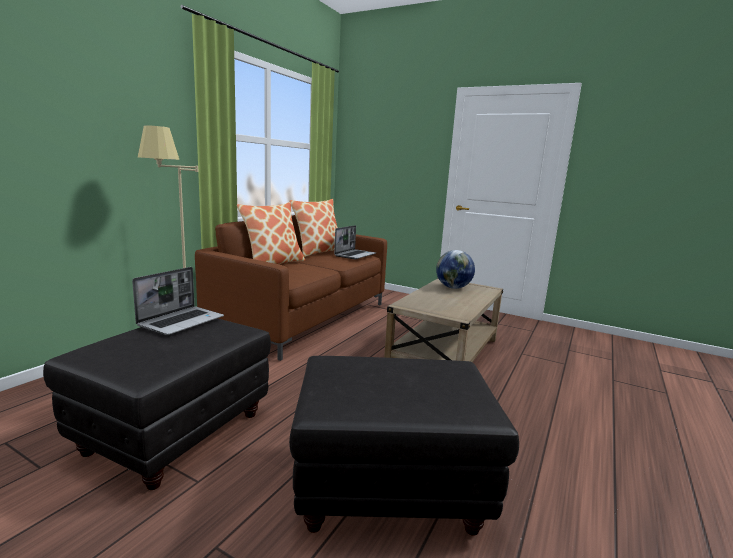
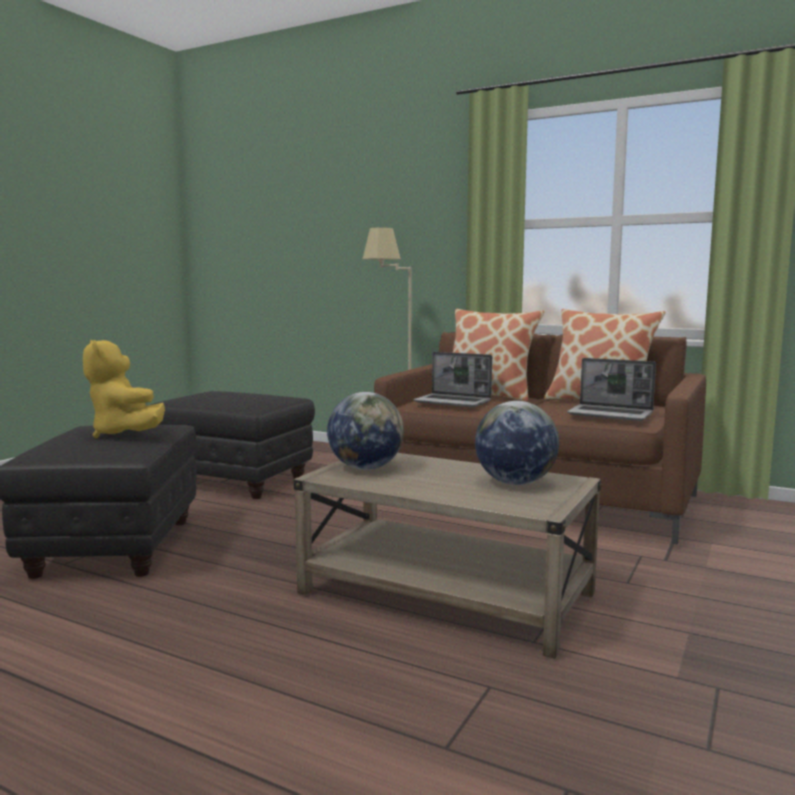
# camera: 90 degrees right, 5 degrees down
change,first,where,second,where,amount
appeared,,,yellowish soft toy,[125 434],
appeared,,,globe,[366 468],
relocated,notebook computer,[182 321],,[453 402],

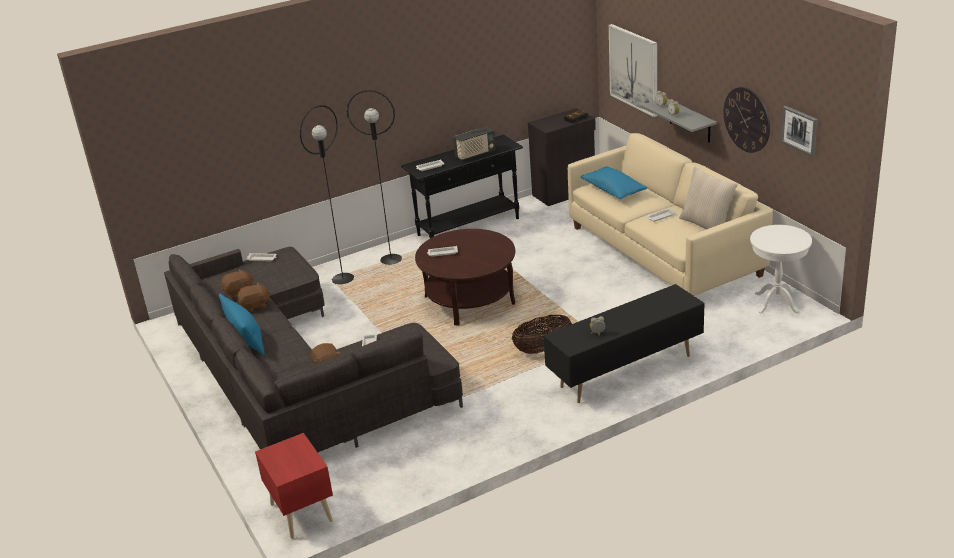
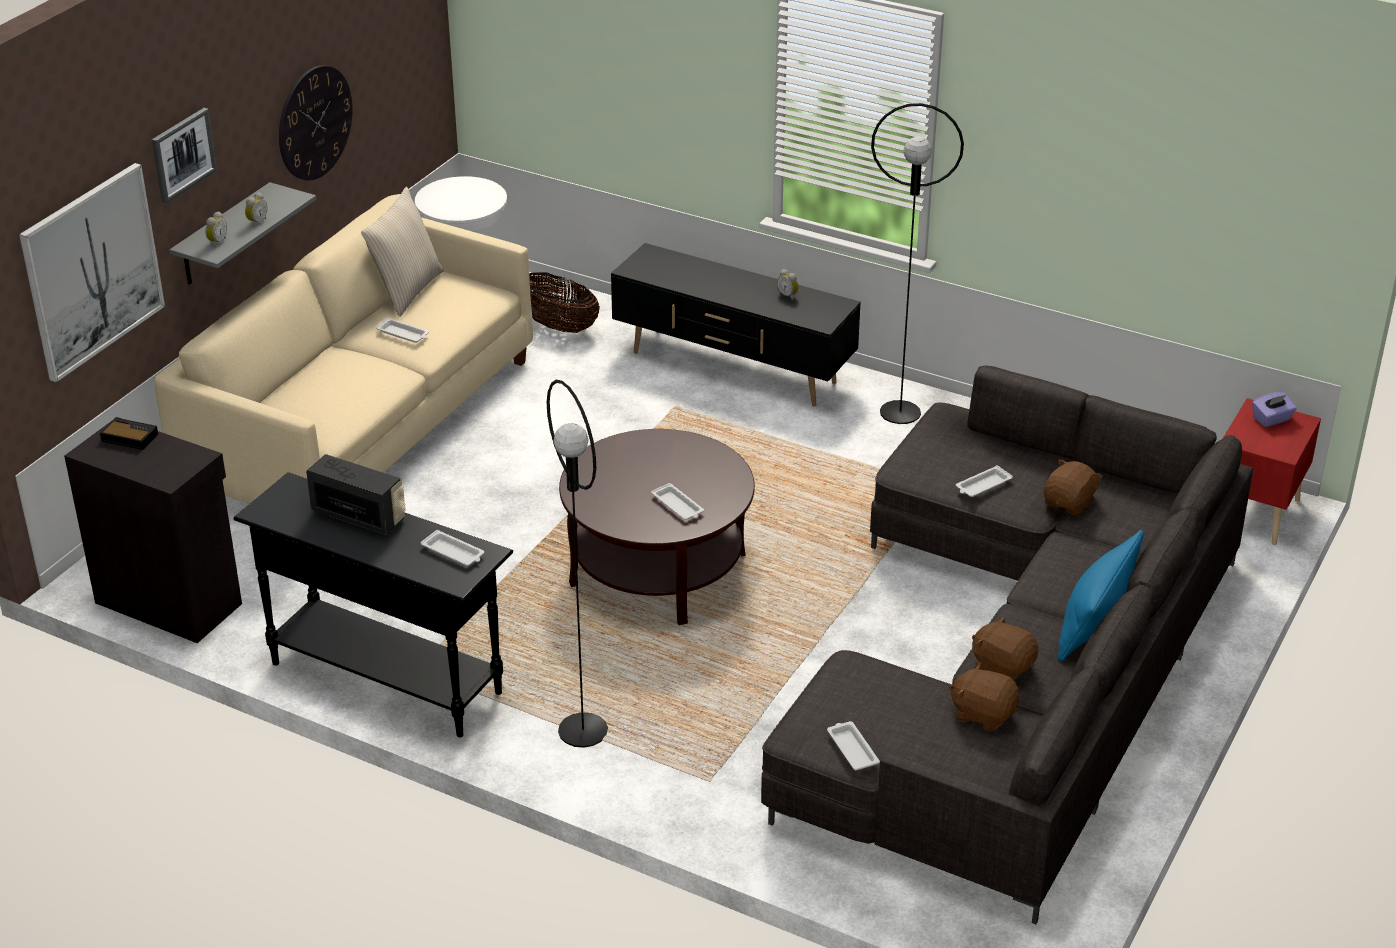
# camera: 125 degrees left, 5 degrees up
change,first,where,second,where,amount
relocated,wall art,[800 130],,[182 154],
relocated,basket,[543 349],,[558 326],
relocated,black-coloured floor lamp,[343 279],,[899 412],
appeared,,,purplish tissue holder,[1272 419],
missing,blue-coloured pillow,[613 191],,,

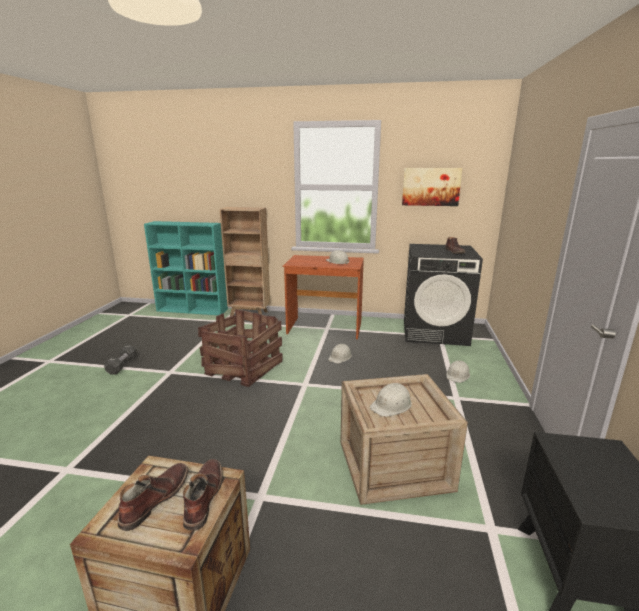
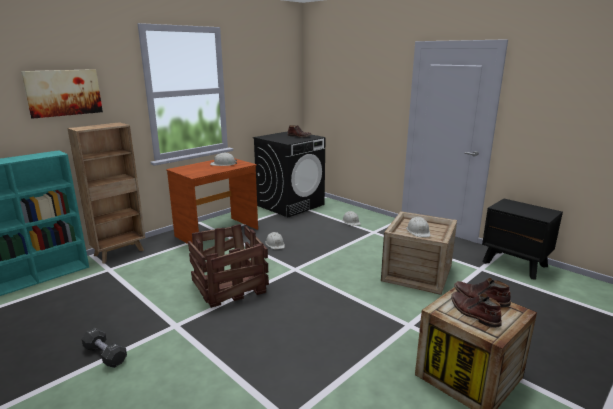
# camera: 55 degrees left, 0 degrees up
change,first,where,second,where,amount
relocated,wall art,[431 186],,[63 92],

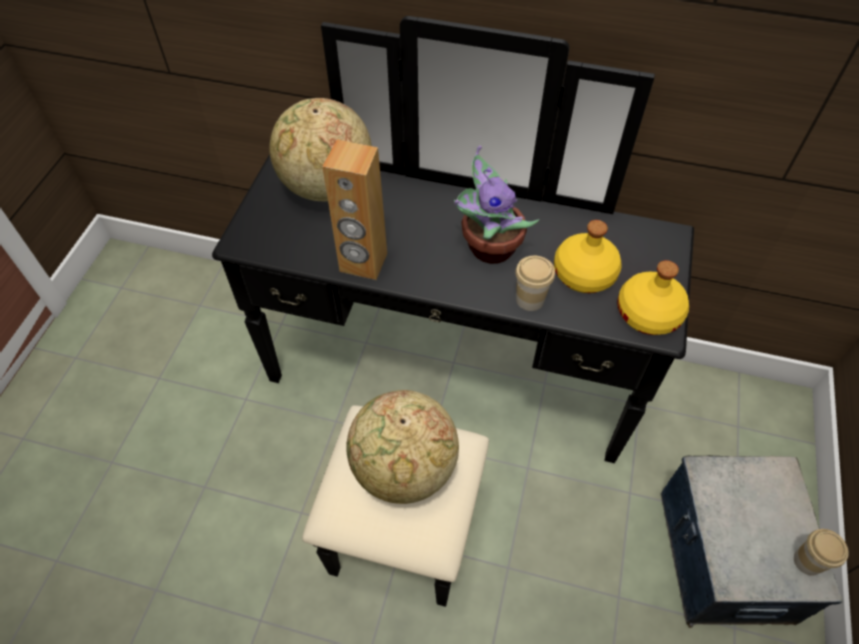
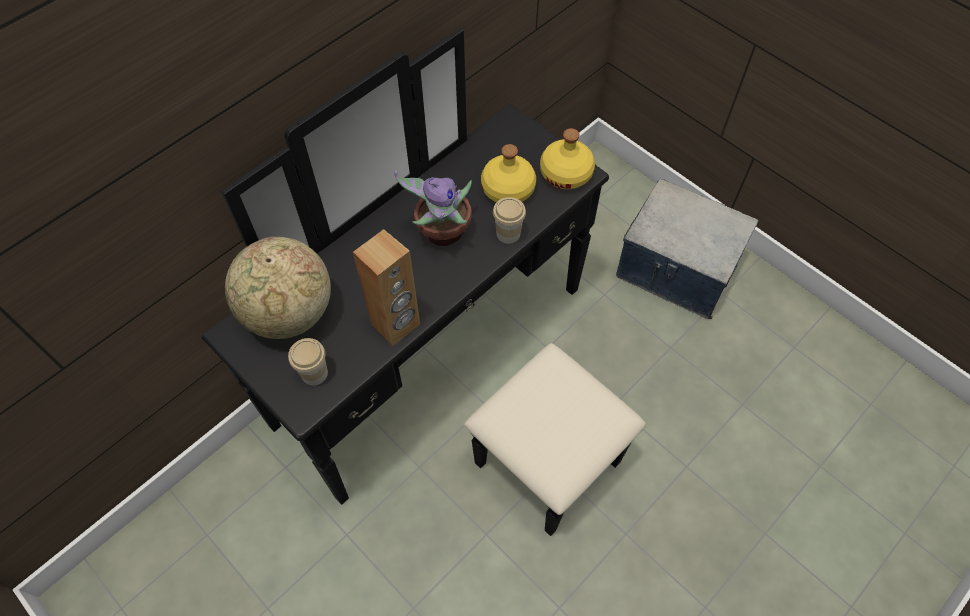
# camera: 60 degrees left, 5 degrees up
change,first,where,second,where,amount
relocated,small cup,[807 561],,[314 373],
missing,globe,[403 469],,,

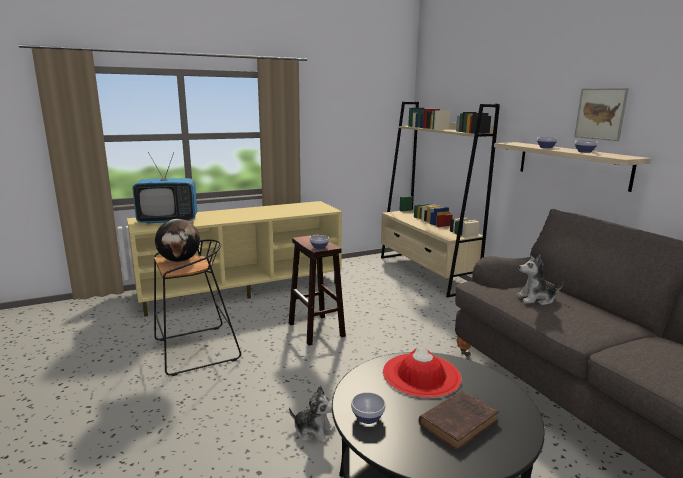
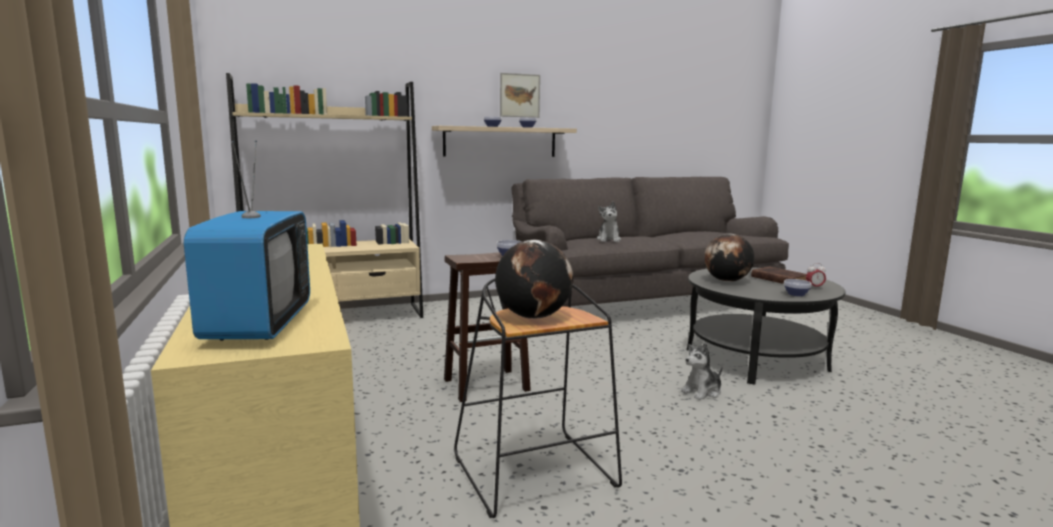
# camera: 85 degrees left, 5 degrees down
change,first,where,second,where,amount
spun,soft toy,[314 431],,[702 392],150 degrees counterclockwise
exchanged,red-coloured wearable hat,[421 375],globe,[727 281],
appeared,,,alarm clock,[814 287],

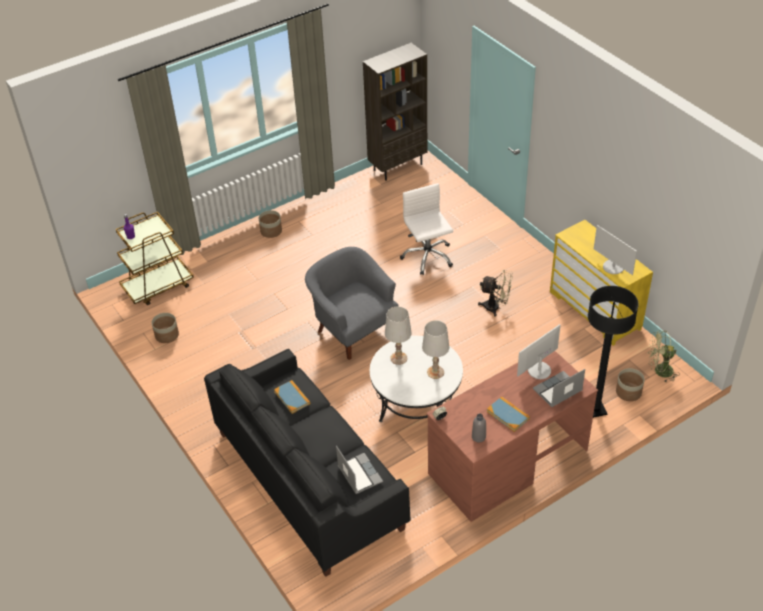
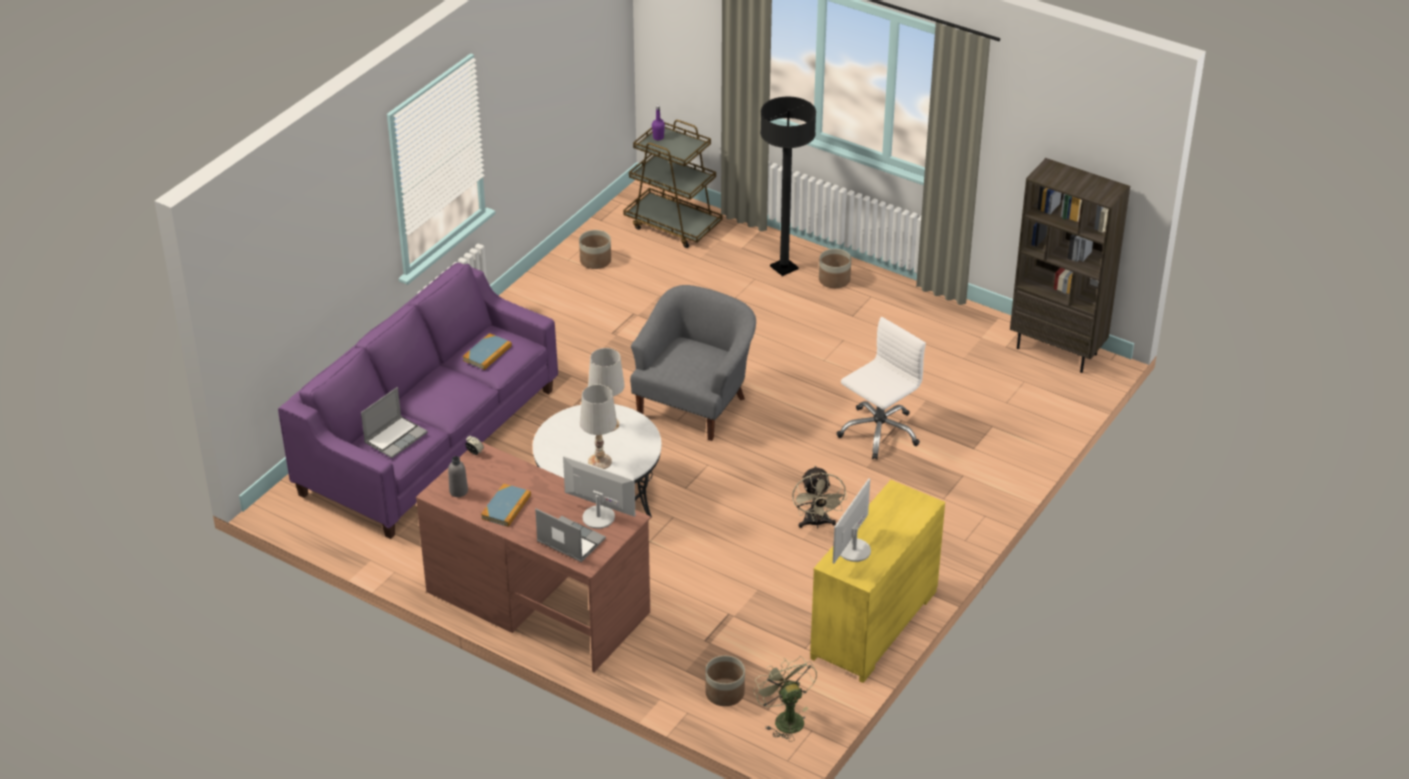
# camera: 65 degrees right, 5 degrees down
change,first,where,second,where,amount
colour,black-coloured settee,[309 479],purplish settee,[429 441],
relocated,black-coloured floor lamp,[596 410],,[784 268],

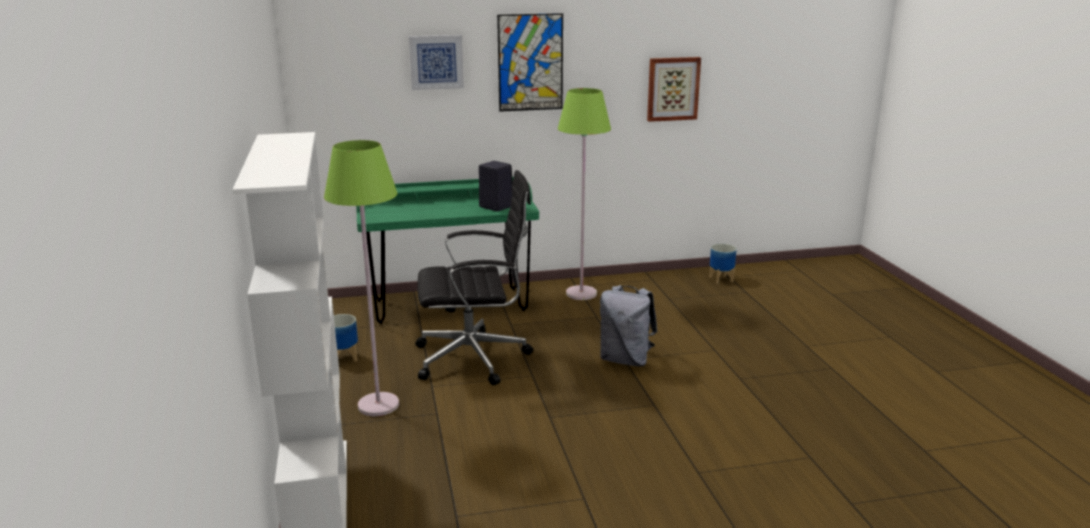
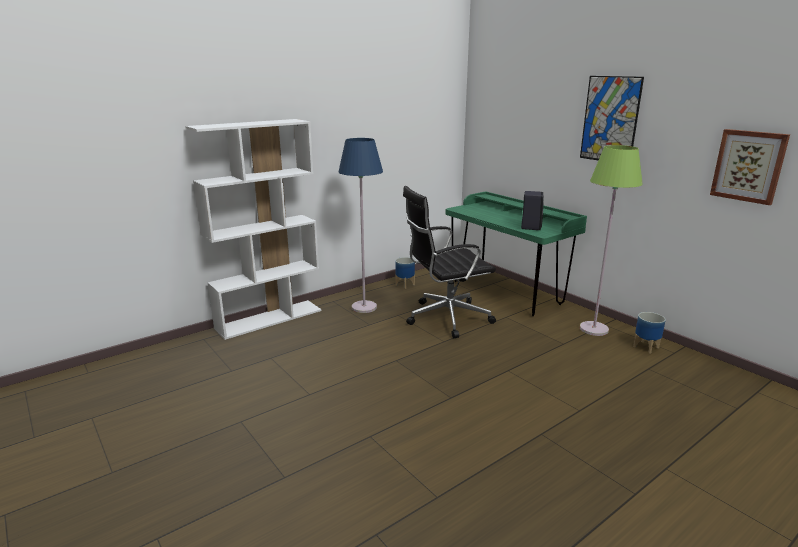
# camera: 65 degrees right, 0 degrees up
change,first,where,second,where,amount
colour,green floor lamp,[379 405],blue-coloured floor lamp,[364 307],
spun,black-coloured office chair,[475 358],,[446 318],105 degrees clockwise
relocated,planter,[720 279],,[646 347],
missing,wall art,[436 62],,,
missing,grey knapsack,[626 360],,,

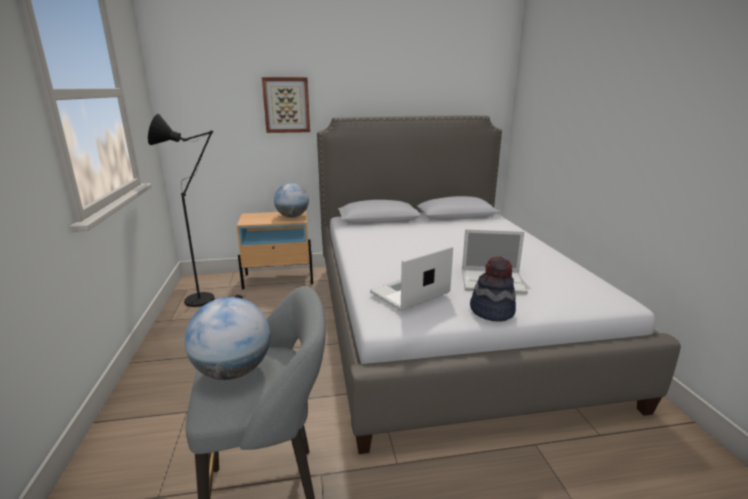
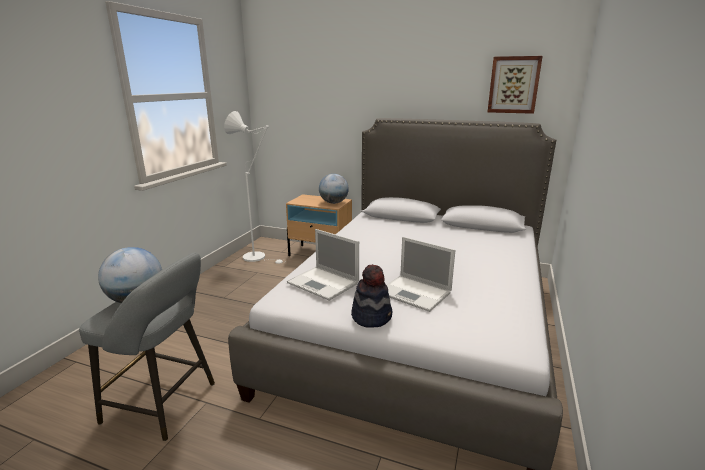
# camera: 30 degrees right, 0 degrees up
change,first,where,second,where,amount
colour,black-coloured floor lamp,[206 299],white floor lamp,[258 257],
spun,notebook computer,[409 294],,[324 283],135 degrees counterclockwise
relocated,wall art,[286 105],,[513 85],

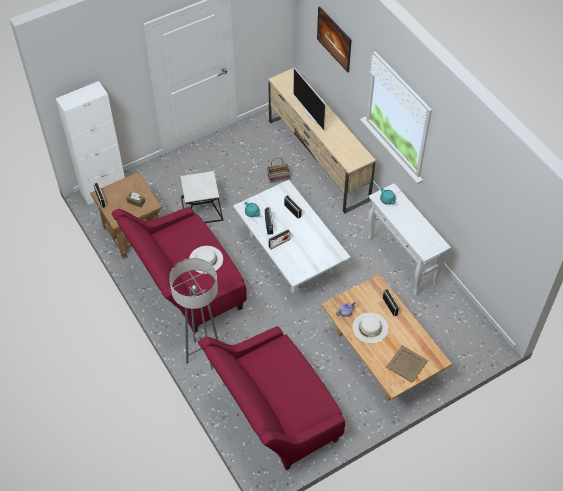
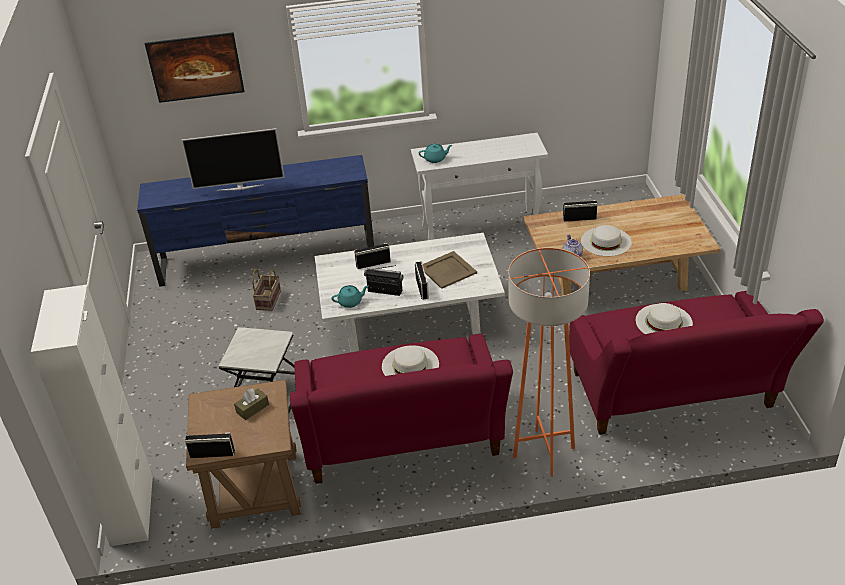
# camera: 65 degrees left, 15 degrees down
change,first,where,second,where,amount
colour,sand-coloured media console,[318 160],blue-coloured media console,[268 258],
relocated,sand-coloured serving tray,[406 363],,[447 270],
colour,grey floor lamp,[203 355],orange floor lamp,[544 452],
appeared,,,white wearable hat,[663 322],

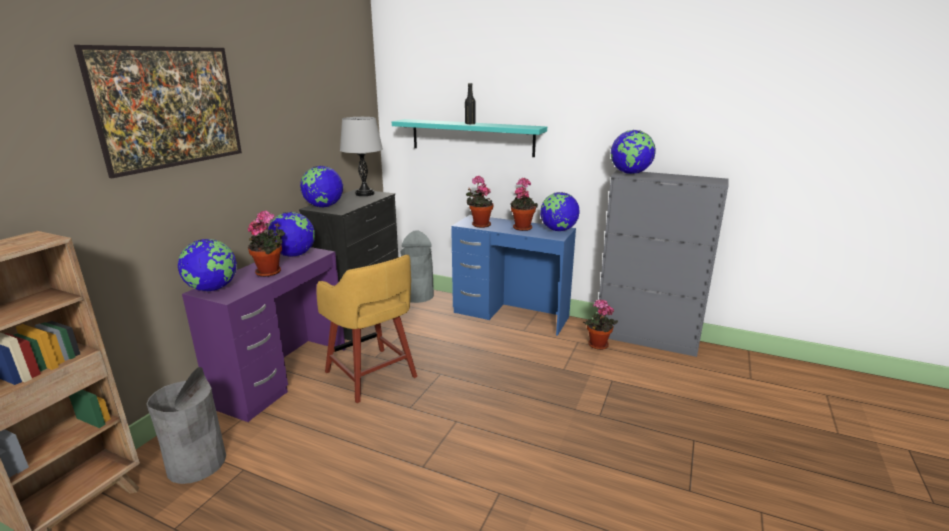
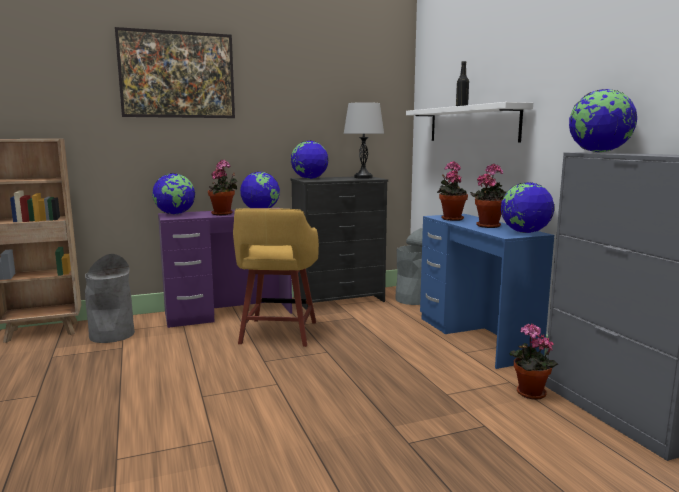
# camera: 45 degrees right, 10 degrees down
change,first,where,second,where,amount
colour,turquoise-coloured shelf,[471 137],white shelf,[471 124],

